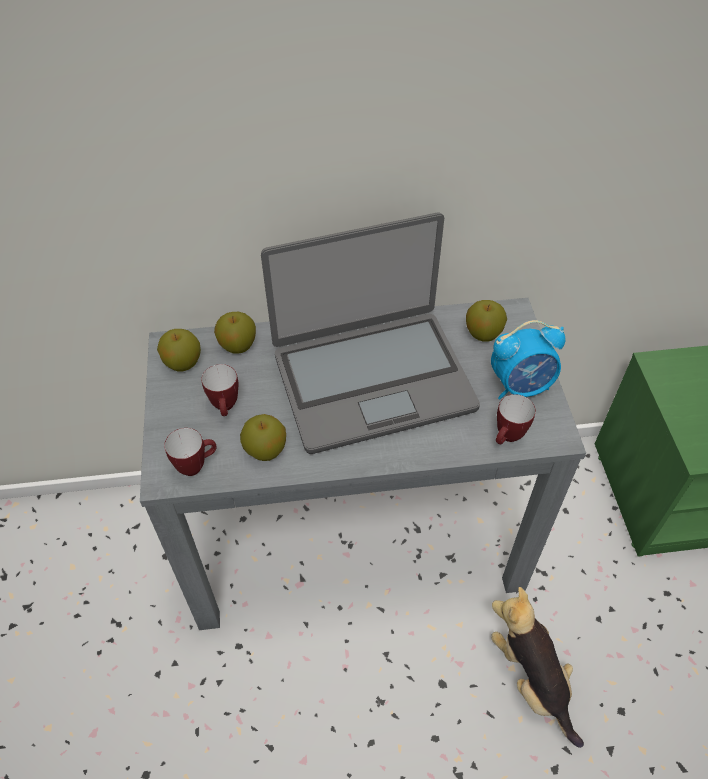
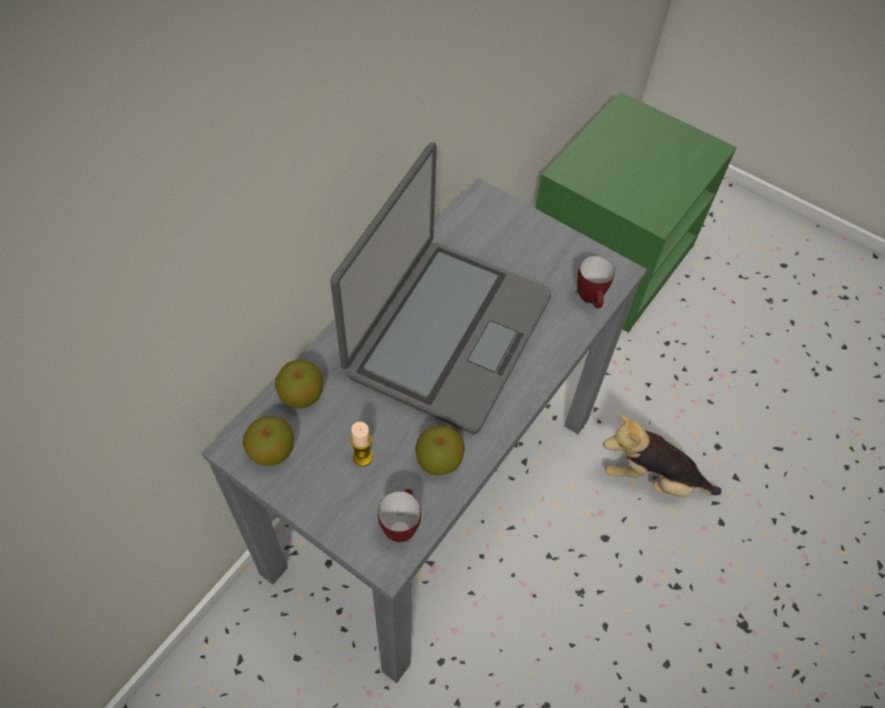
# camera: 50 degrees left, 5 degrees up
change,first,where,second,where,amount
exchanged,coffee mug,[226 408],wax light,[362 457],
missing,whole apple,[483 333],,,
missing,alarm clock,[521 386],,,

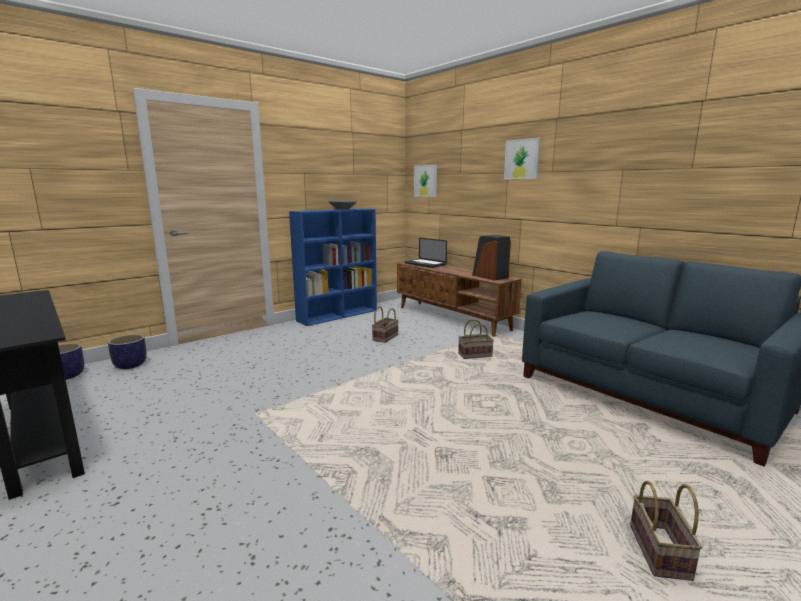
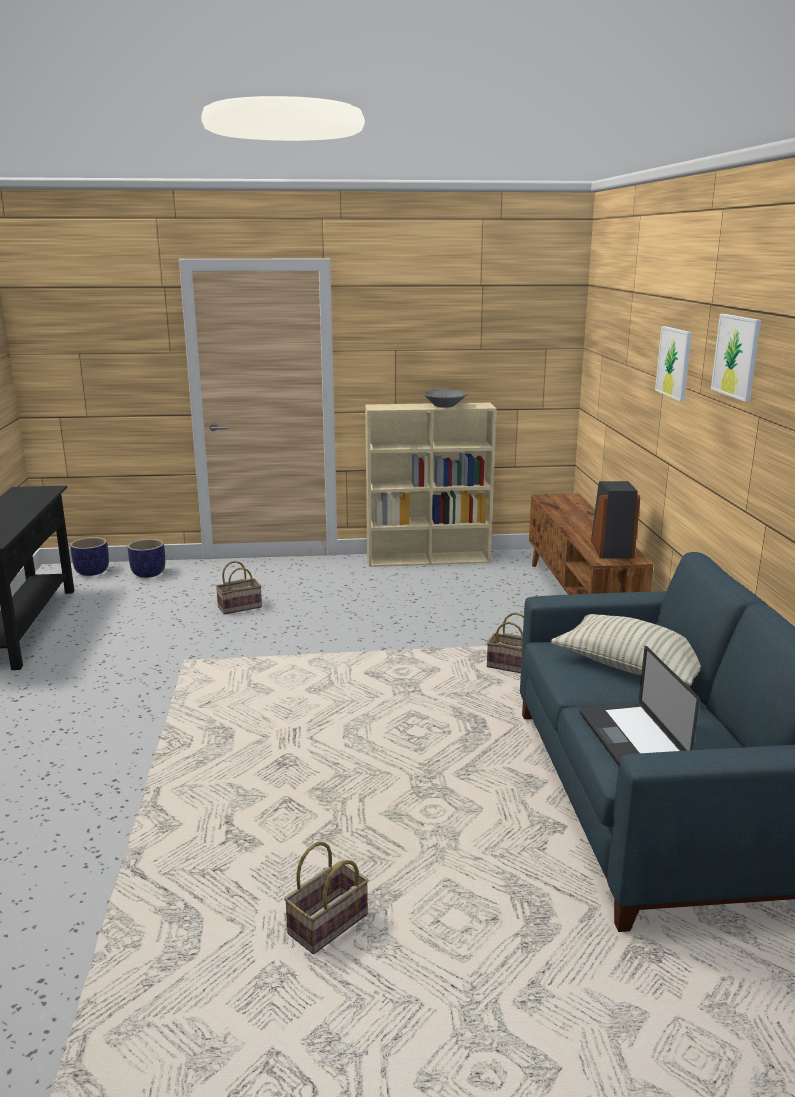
# camera: 35 degrees right, 5 degrees up
change,first,where,second,where,amount
relocated,basket,[385 337],,[240 606],
colour,blue-coloured shelving unit,[338 315],sand-coloured shelving unit,[429 559],
appeared,,,pillow,[632 667],
relocated,notebook computer,[425 264],,[632 738],
relocated,wall art,[425 181],,[737 356],

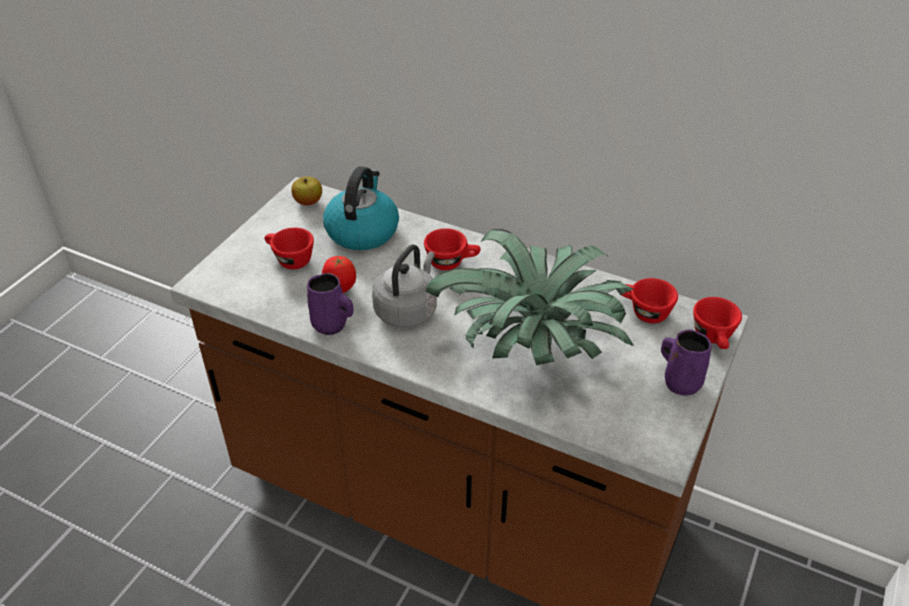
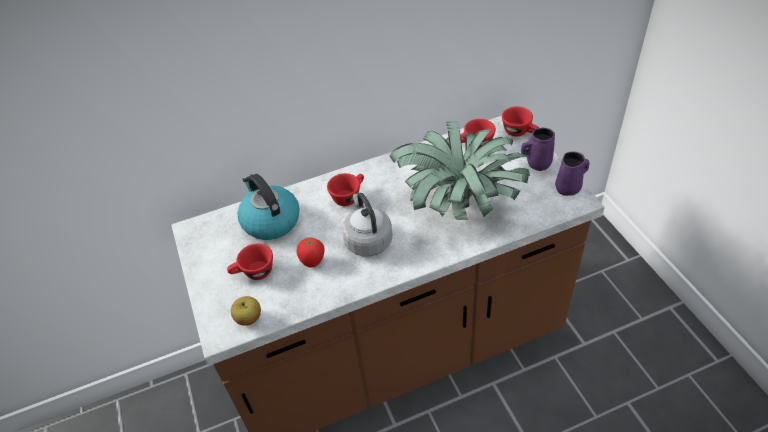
# camera: 45 degrees left, 5 degrees up
change,first,where,second,where,amount
relocated,whole apple,[308 202],,[249 318],
relocated,purplish coffee mug,[331 325],,[569 188],

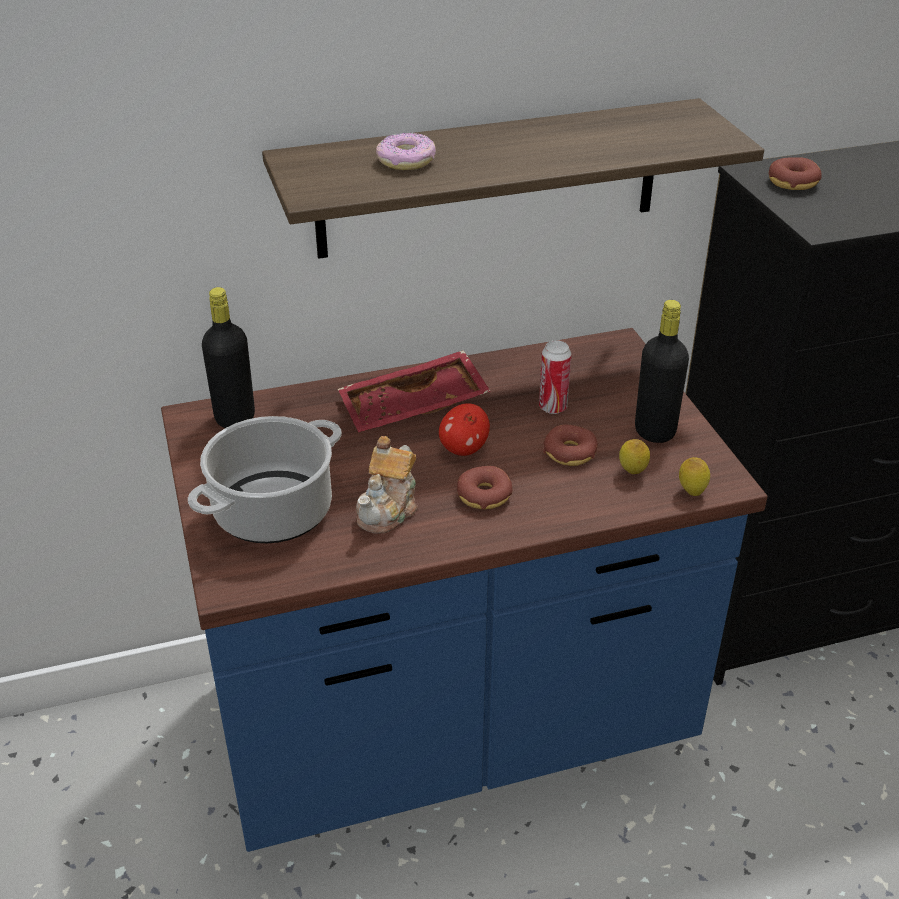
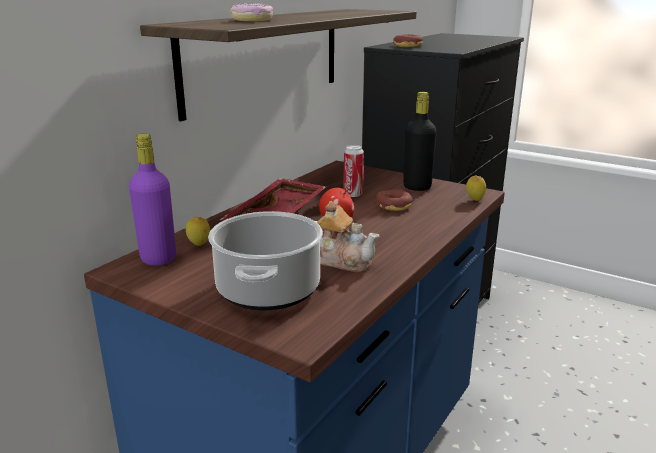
# camera: 40 degrees left, 15 degrees down
change,first,where,second,where,amount
colour,black-coloured drink bottle,[235 417],purplish drink bottle,[158 258],
relocated,citrus fruit,[632 473],,[199 245],
spun,tea pot,[389 509],,[342 260],45 degrees counterclockwise
missing,doughnut,[484 495],,,

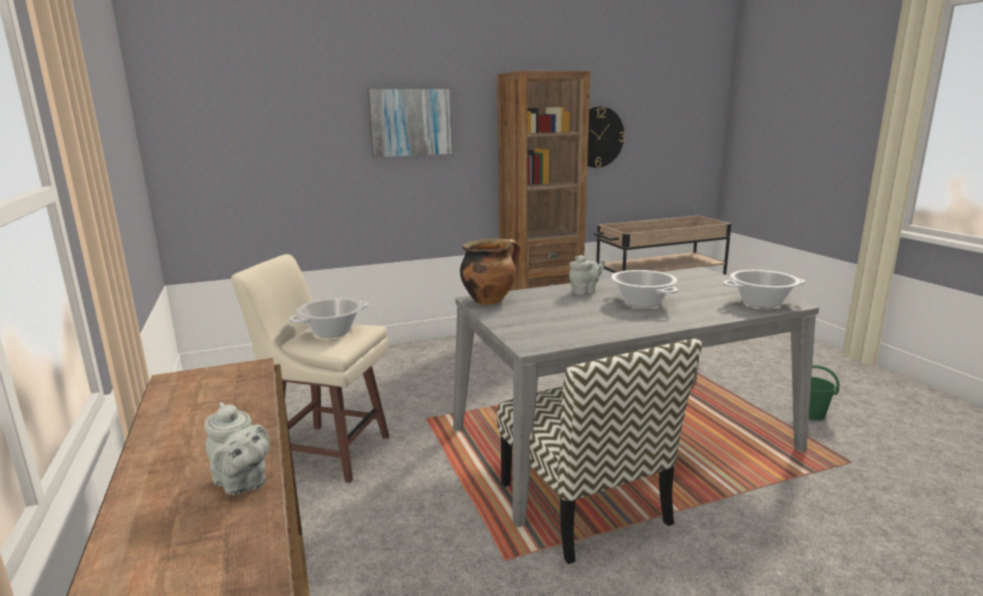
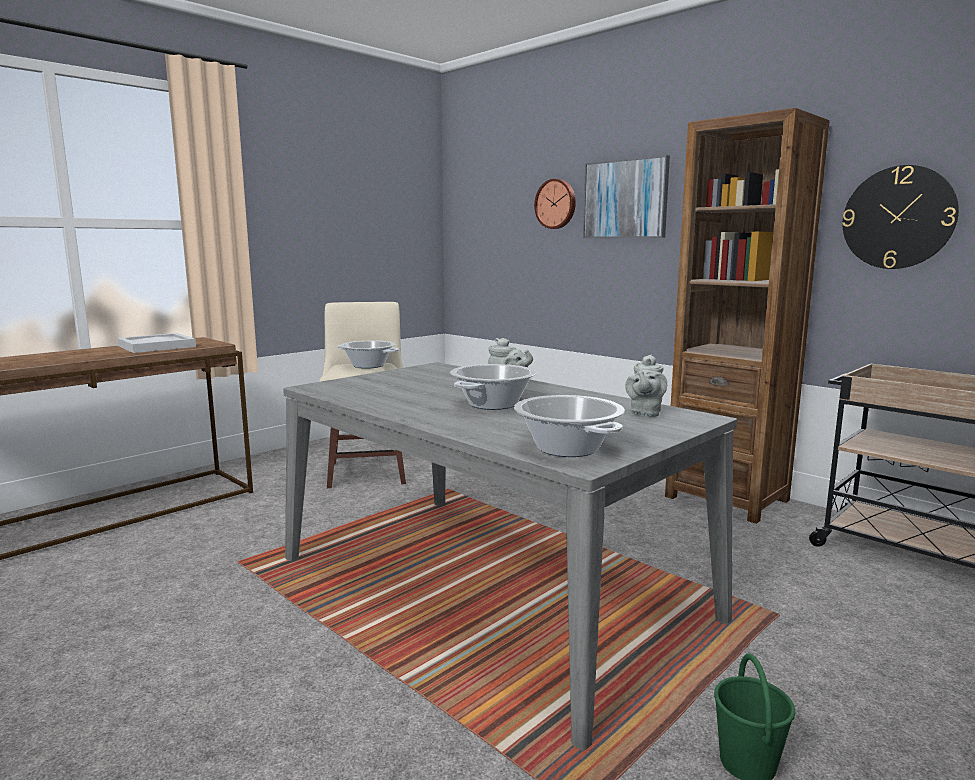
# camera: 65 degrees right, 5 degrees down
change,first,where,second,where,amount
appeared,,,white serving tray,[155 346],
appeared,,,clock on the wall,[556 204],
relocated,grey tea pot,[242 483],,[645 413],
missing,stockpot,[489 300],,,
missing,chair,[585 505],,,

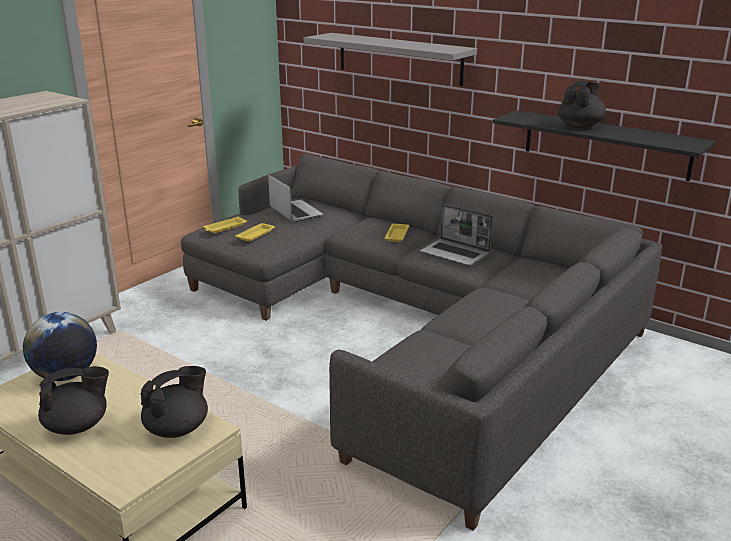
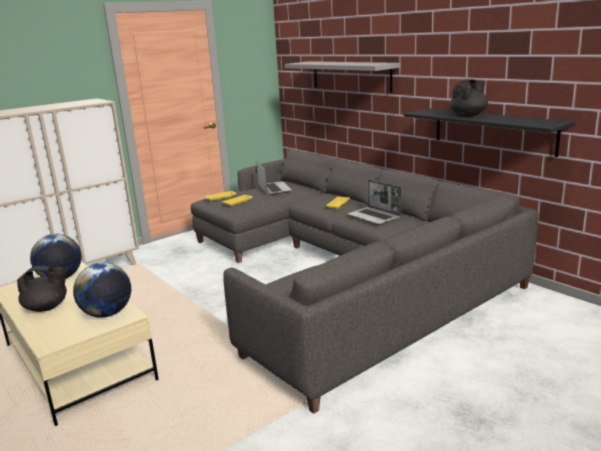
# camera: 15 degrees right, 5 degrees down
change,first,where,second,where,amount
exchanged,black-coloured tea pot,[178 428],globe,[107 314],

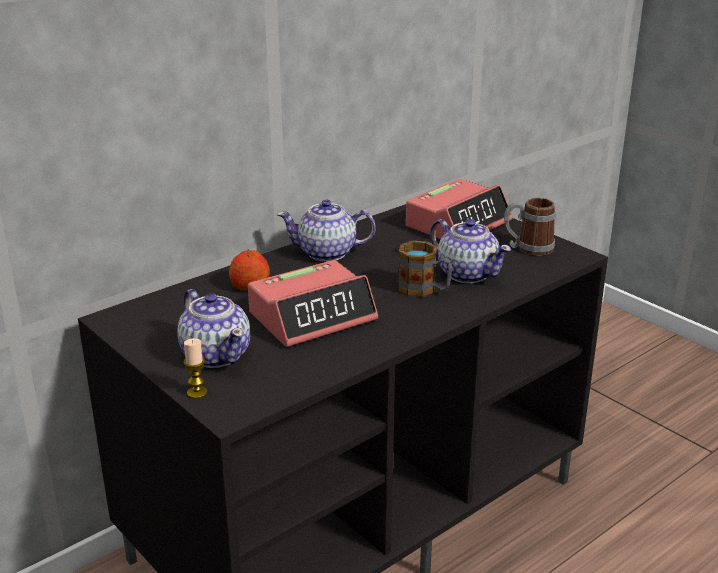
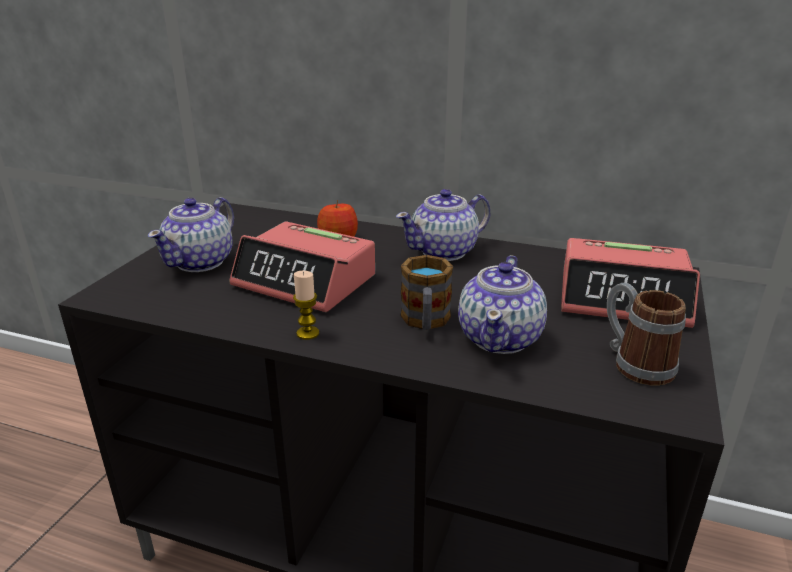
# camera: 60 degrees right, 0 degrees up
change,first,where,second,where,amount
relocated,wax light,[197 393],,[307 333],
spun,tea pot,[327 253],,[444 251],90 degrees counterclockwise

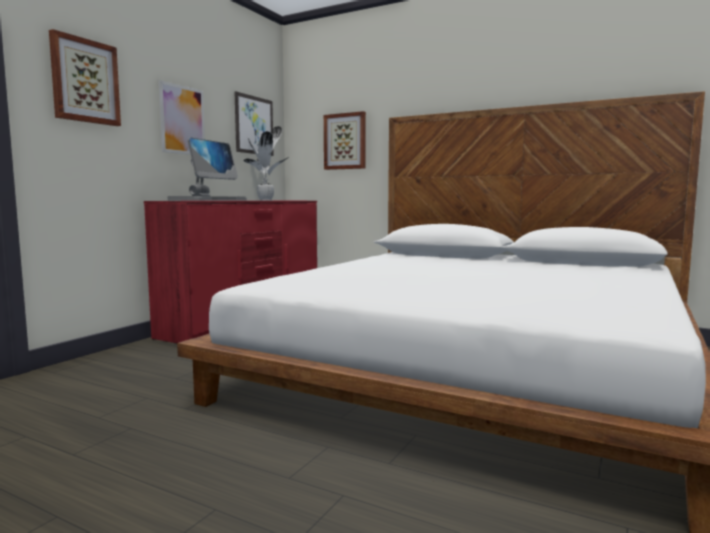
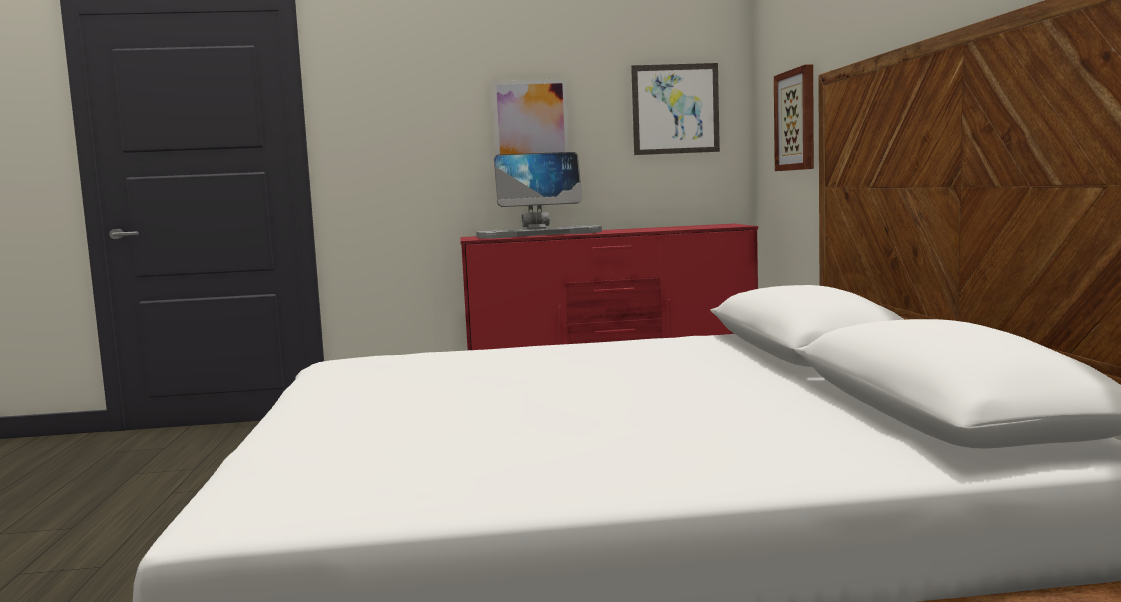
# camera: 55 degrees right, 0 degrees up
change,first,where,second,where,amount
missing,wall art,[85 81],,,
missing,plant in a pot,[266 200],,,

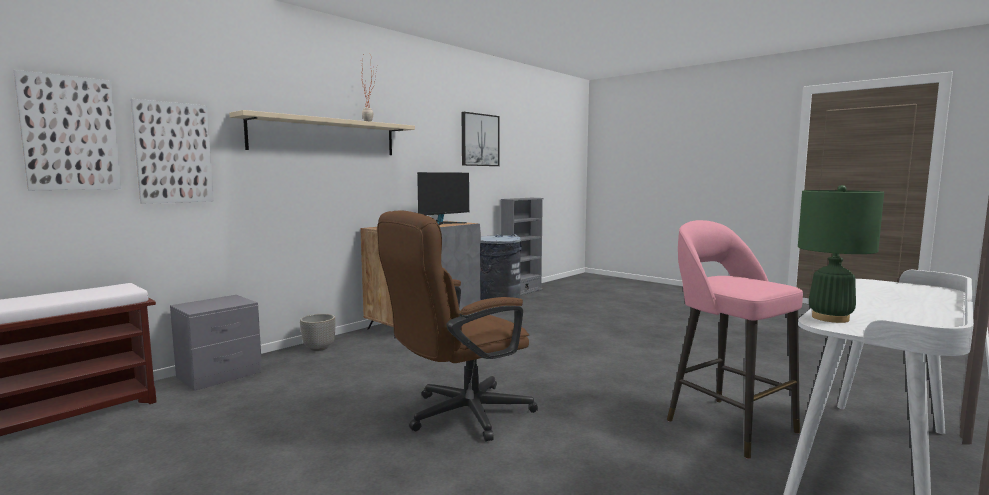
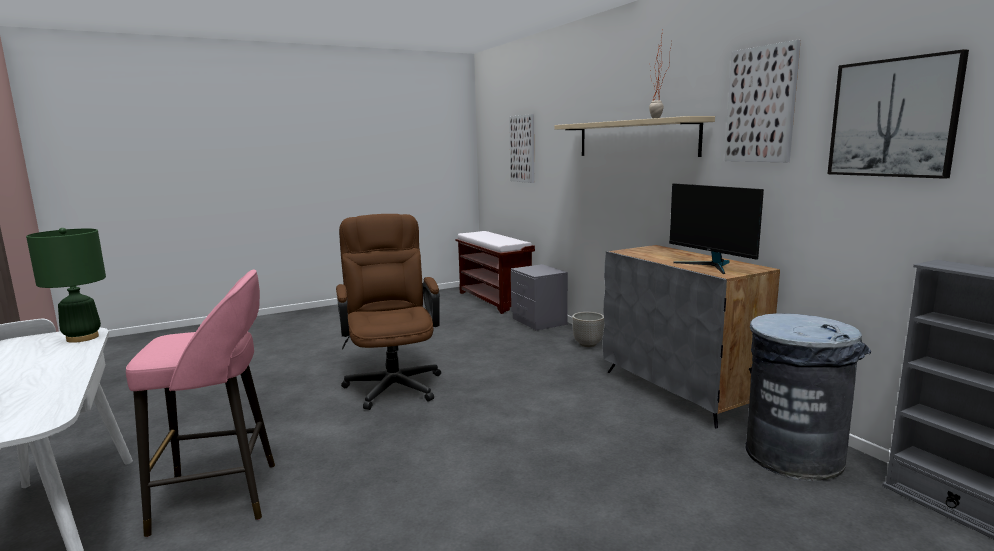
# camera: 110 degrees right, 5 degrees up
change,first,where,second,where,amount
relocated,wall art,[174 153],,[761 105],

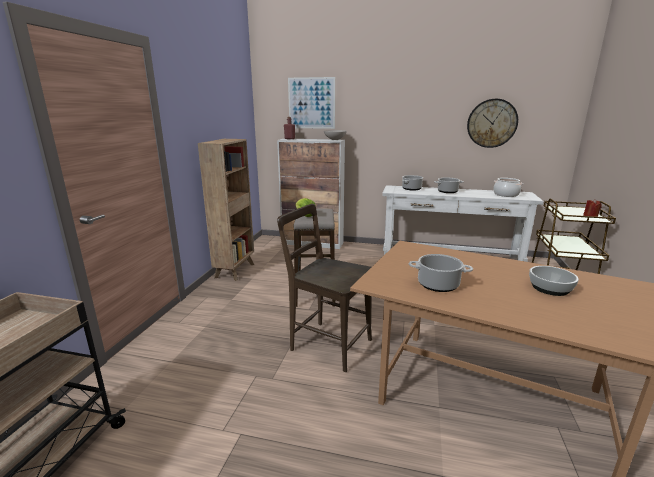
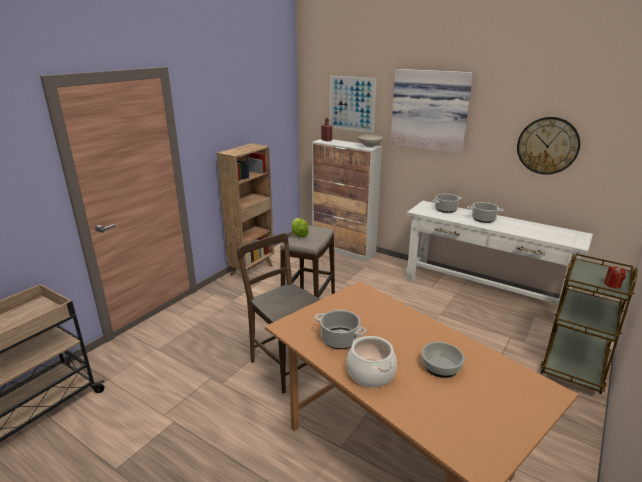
# camera: 20 degrees right, 5 degrees up
change,first,where,second,where,amount
relocated,stockpot,[505 194],,[370 373],
appeared,,,wall art,[430 110],

